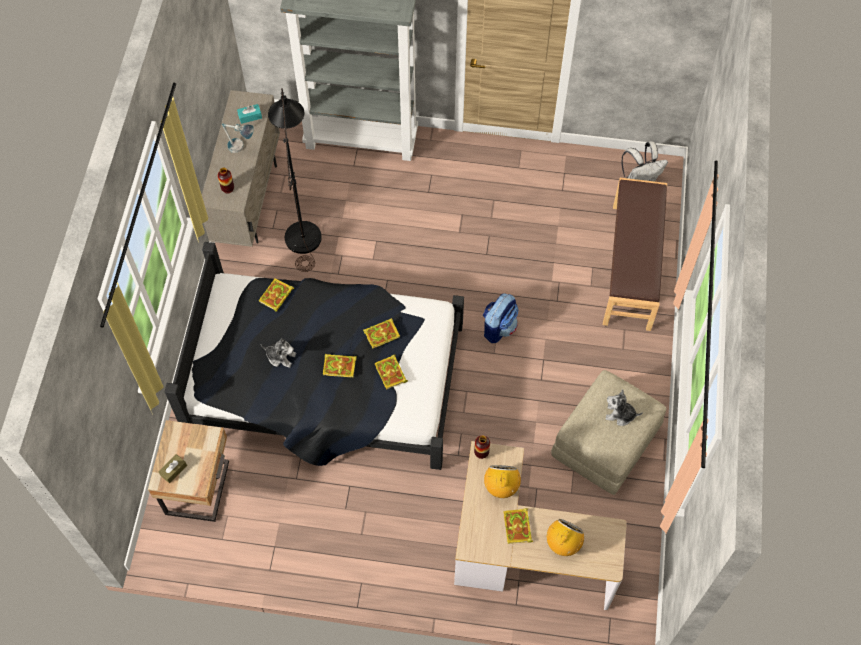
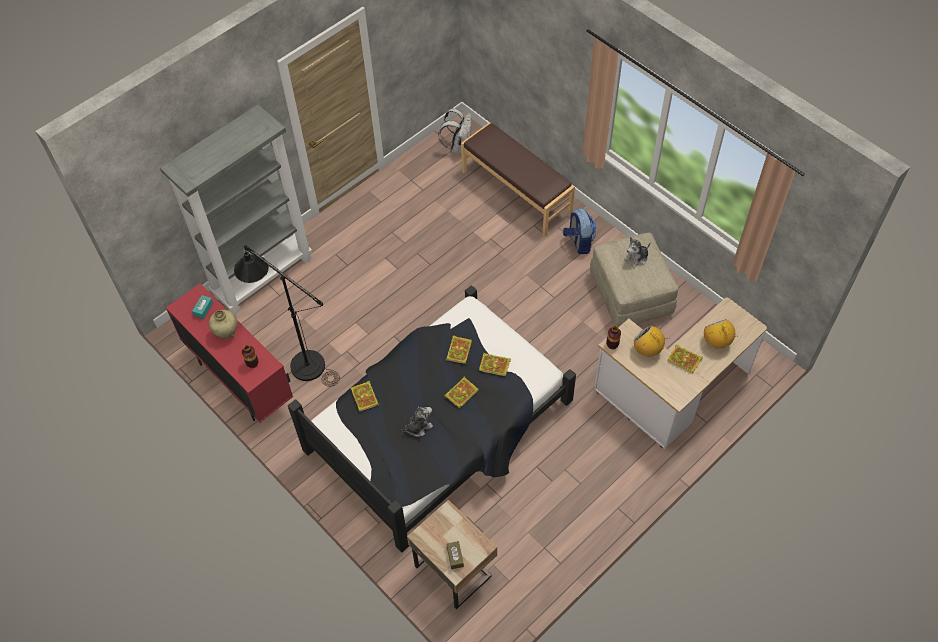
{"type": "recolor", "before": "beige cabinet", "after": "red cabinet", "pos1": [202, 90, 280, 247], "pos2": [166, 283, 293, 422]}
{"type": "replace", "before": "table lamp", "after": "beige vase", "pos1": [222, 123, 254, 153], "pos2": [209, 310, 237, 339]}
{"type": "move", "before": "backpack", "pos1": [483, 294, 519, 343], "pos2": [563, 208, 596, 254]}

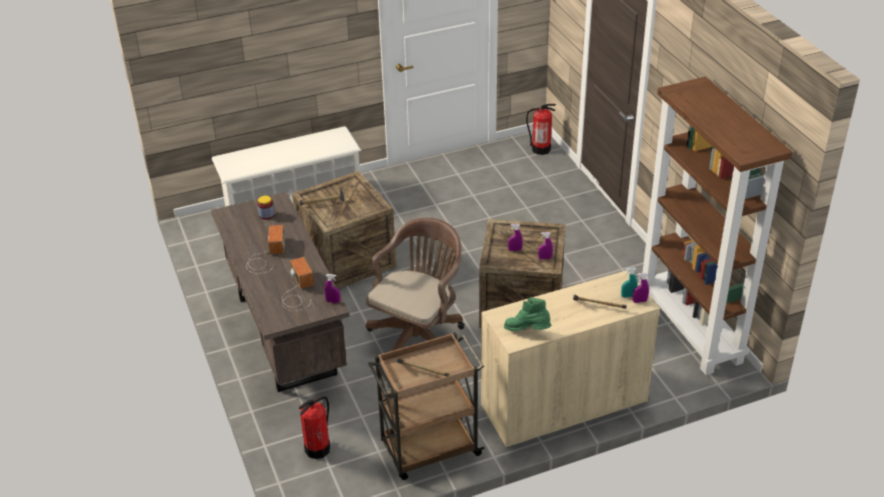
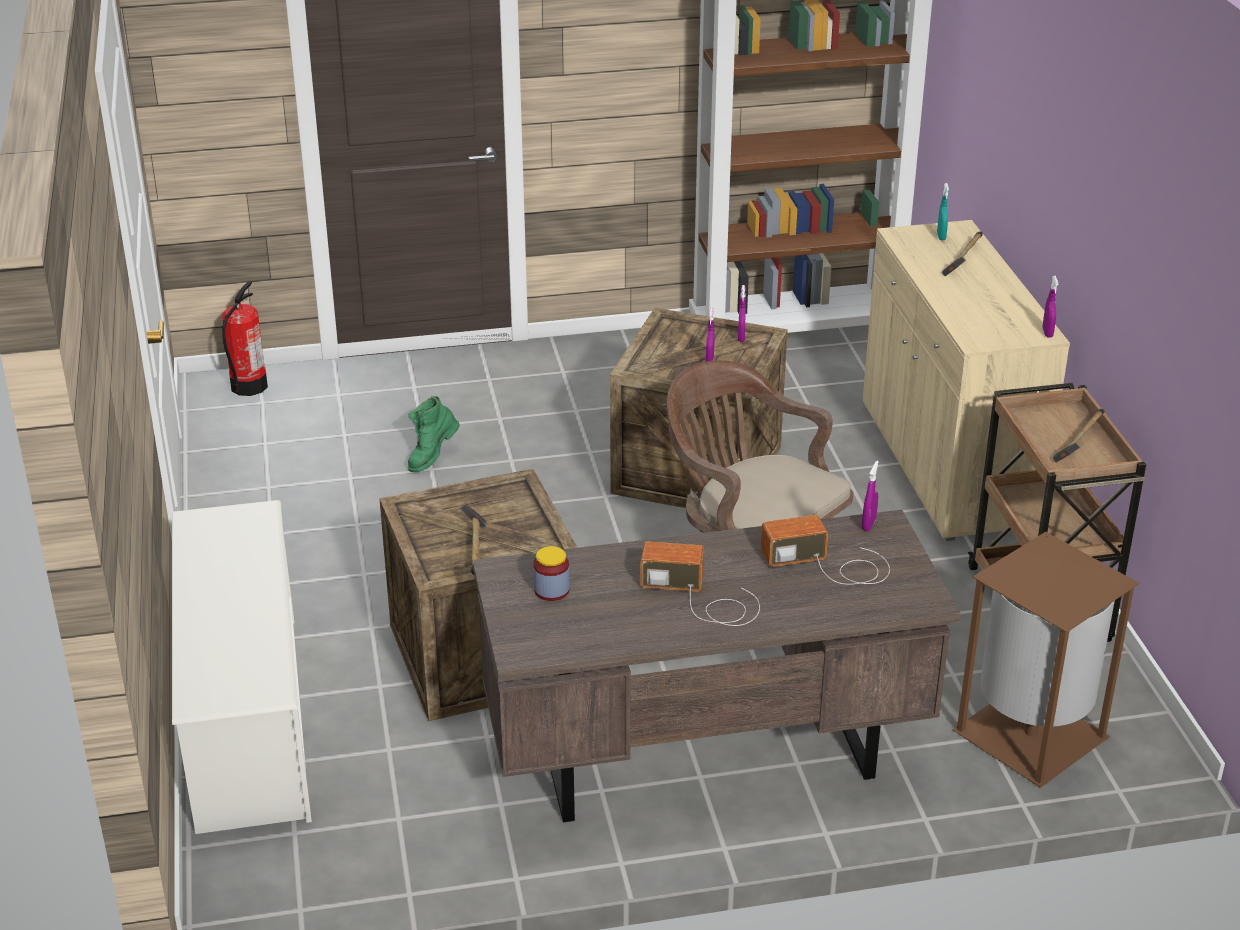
{"type": "replace", "before": "fire extinguisher", "after": "brown trash can", "pos1": [299, 396, 330, 459], "pos2": [952, 532, 1140, 788]}
{"type": "move", "before": "green boot", "pos1": [504, 297, 551, 331], "pos2": [408, 396, 460, 472]}
{"type": "move", "before": "purple spray bottle", "pos1": [633, 273, 649, 303], "pos2": [1043, 276, 1058, 337]}

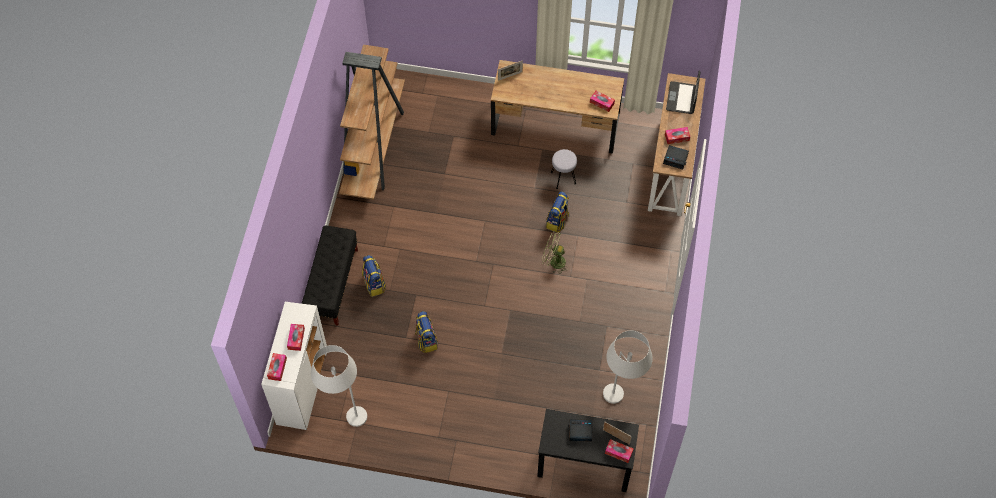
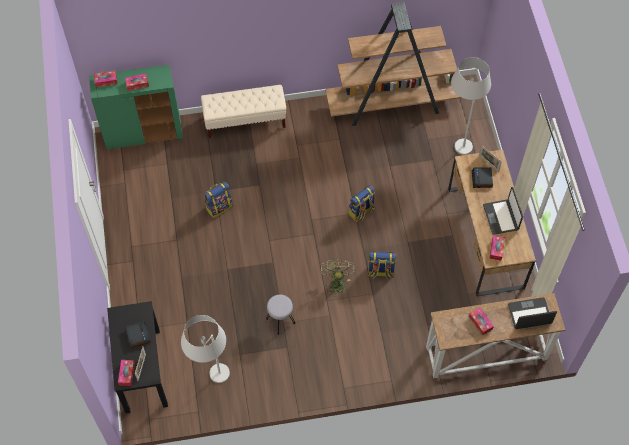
{"type": "recolor", "before": "white cabinet", "after": "green cabinet", "pos1": [261, 302, 327, 430], "pos2": [89, 65, 183, 149]}
{"type": "recolor", "before": "black bench", "after": "beige bench", "pos1": [301, 226, 358, 326], "pos2": [201, 85, 286, 138]}
{"type": "move", "before": "white floor lamp", "pos1": [311, 345, 367, 427], "pos2": [451, 57, 491, 155]}
{"type": "move", "before": "backpack", "pos1": [362, 255, 386, 297], "pos2": [348, 185, 375, 222]}
{"type": "move", "before": "grey stool", "pos1": [551, 149, 577, 189], "pos2": [266, 295, 295, 334]}
{"type": "move", "before": "alarm clock", "pos1": [663, 145, 689, 170], "pos2": [472, 167, 493, 188]}
{"type": "insert", "after": "laptop", "pos2": [483, 187, 523, 235]}

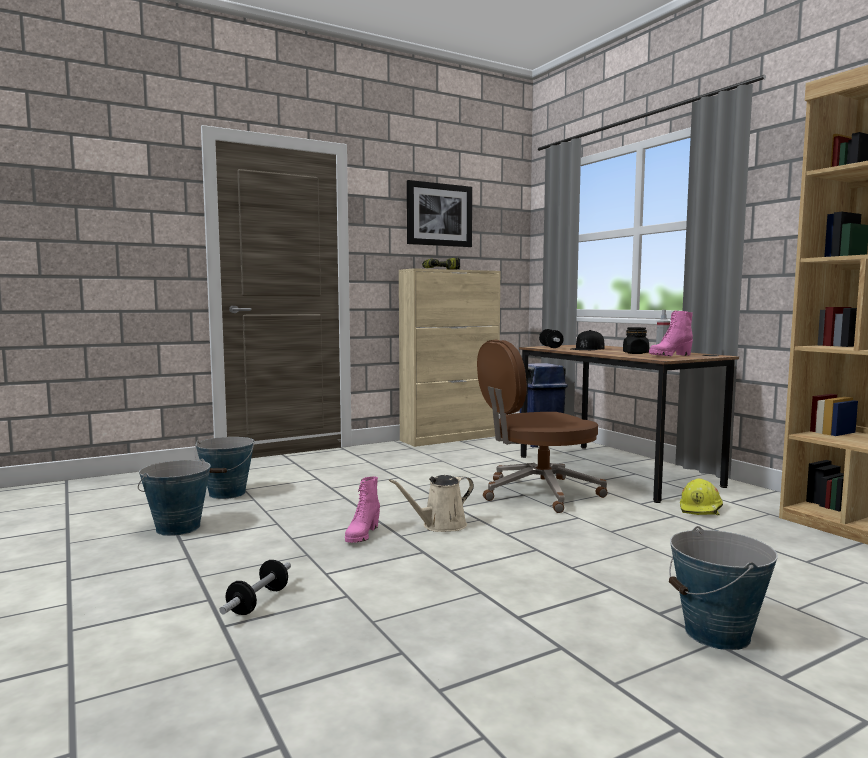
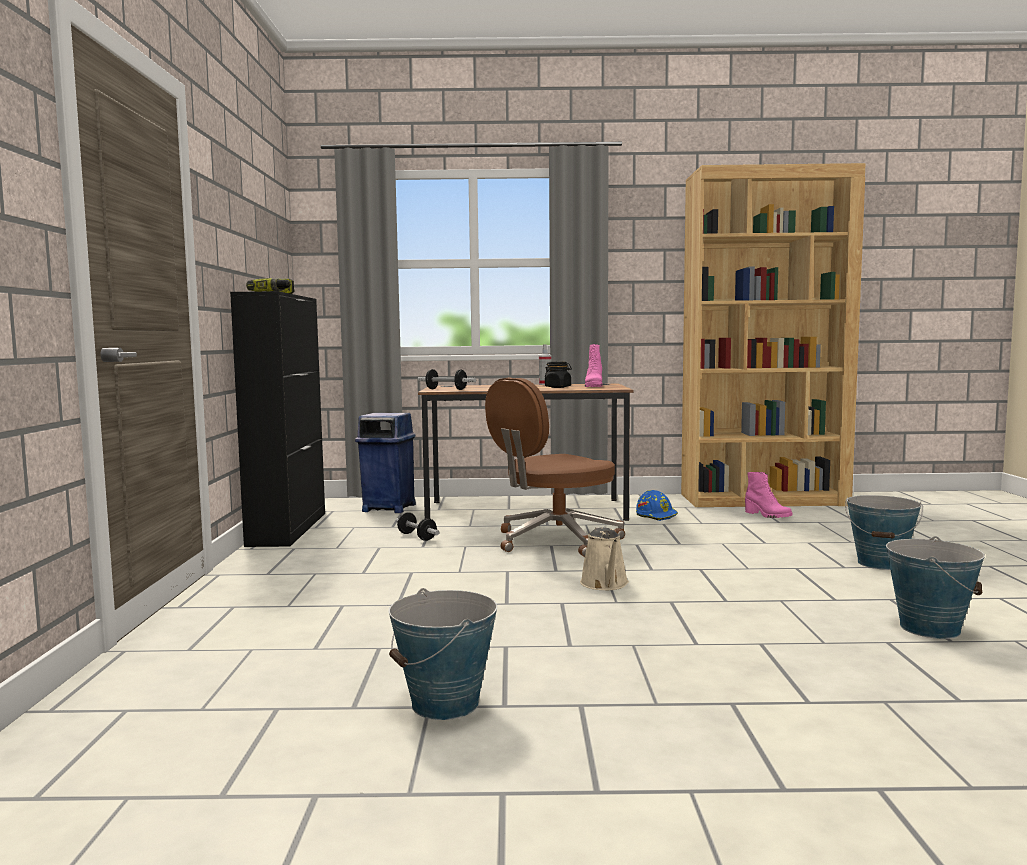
{"type": "move", "before": "bucket", "pos1": [194, 437, 254, 499], "pos2": [886, 536, 985, 639]}
{"type": "move", "before": "dumbbell", "pos1": [219, 560, 291, 615], "pos2": [396, 512, 439, 541]}
{"type": "move", "before": "pink boot", "pos1": [345, 476, 380, 543], "pos2": [745, 472, 792, 518]}
{"type": "recolor", "before": "beige cabinet", "after": "black cabinet", "pos1": [399, 268, 501, 447], "pos2": [230, 291, 325, 547]}
{"type": "delete", "before": "picture", "pos1": [407, 180, 472, 247]}
{"type": "rotate", "before": "brown office chair", "pos1": [477, 339, 608, 513], "pos2": [485, 377, 625, 557], "turn": 45}
{"type": "delete", "before": "black cap", "pos1": [571, 330, 605, 350]}
{"type": "recolor", "before": "yellow hard hat", "after": "blue hard hat", "pos1": [680, 478, 723, 515], "pos2": [636, 490, 678, 521]}

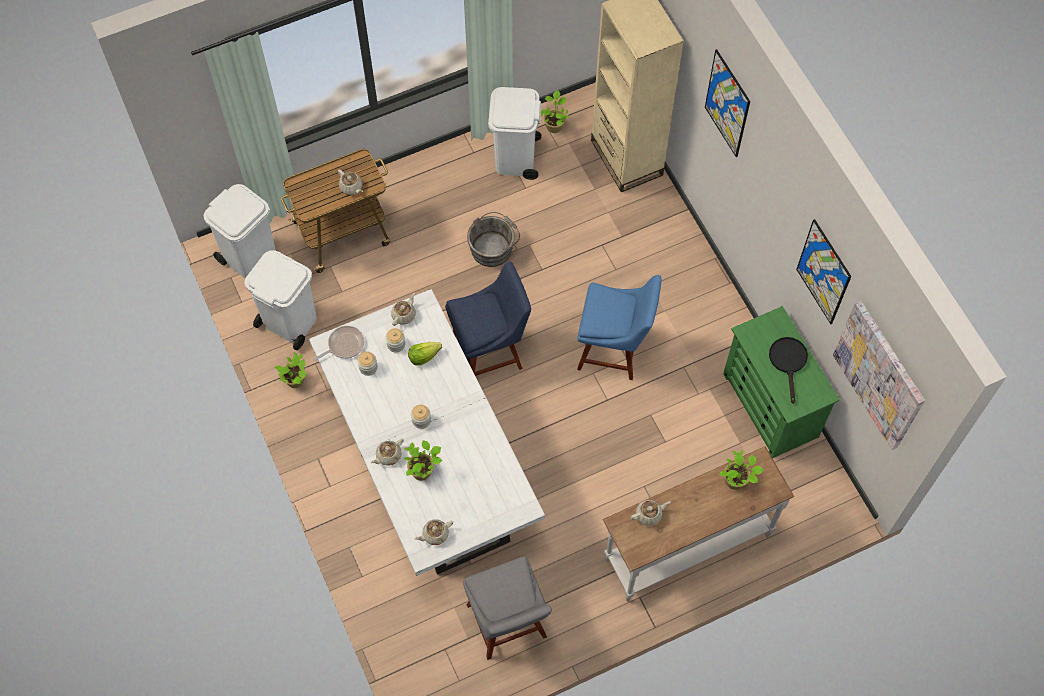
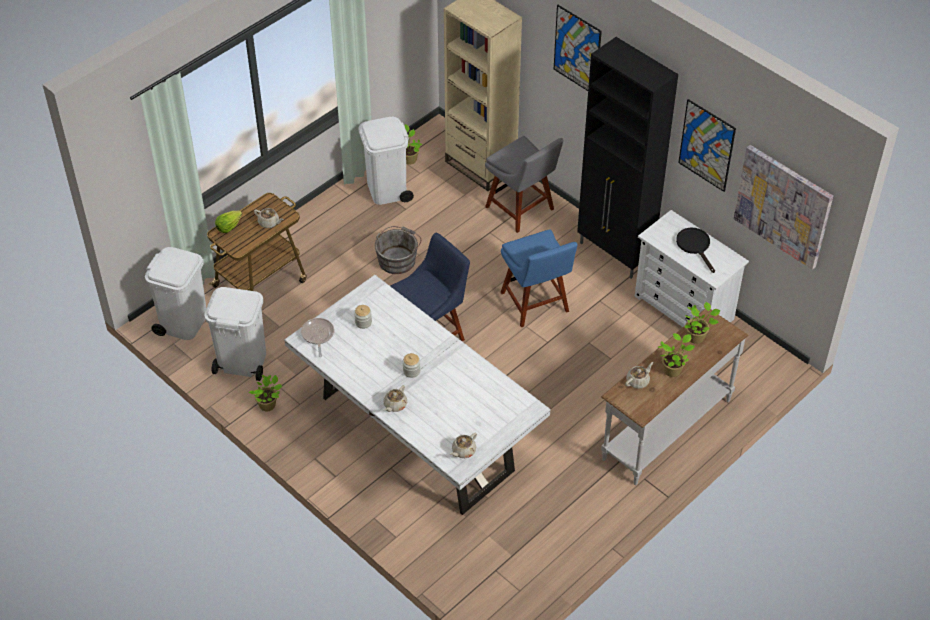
{"type": "rotate", "before": "frying pan", "pos1": [313, 326, 364, 361], "pos2": [301, 318, 334, 357], "turn": -45}
{"type": "delete", "before": "jar", "pos1": [357, 352, 378, 376]}
{"type": "delete", "before": "beige teapot", "pos1": [391, 293, 416, 326]}
{"type": "move", "before": "potted plant", "pos1": [404, 440, 442, 481], "pos2": [658, 333, 695, 377]}
{"type": "move", "before": "lettuce", "pos1": [408, 342, 442, 366], "pos2": [215, 211, 242, 233]}
{"type": "move", "before": "grey chair", "pos1": [463, 556, 552, 660], "pos2": [485, 136, 563, 233]}
{"type": "rotate", "before": "blue chair", "pos1": [577, 275, 661, 380], "pos2": [501, 229, 577, 327], "turn": 75}
{"type": "recolor", "before": "green dresser", "after": "white dresser", "pos1": [723, 306, 840, 458], "pos2": [635, 210, 749, 327]}
{"type": "insert", "after": "black cabinet", "pos2": [577, 37, 678, 279]}

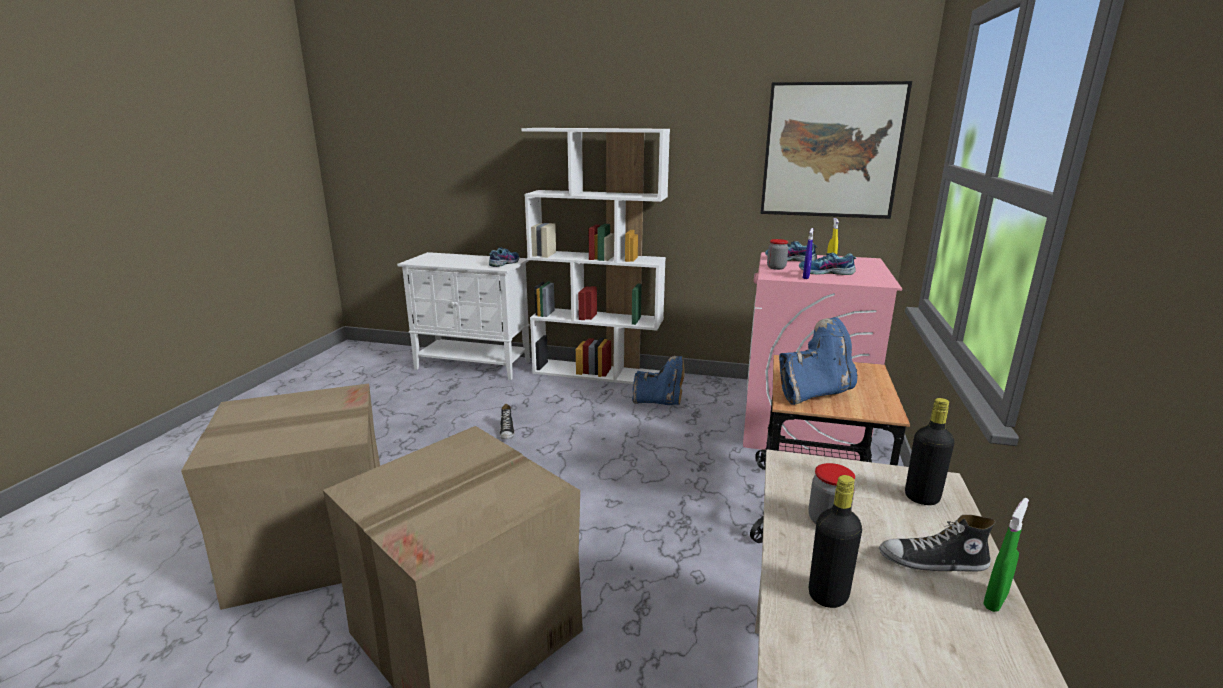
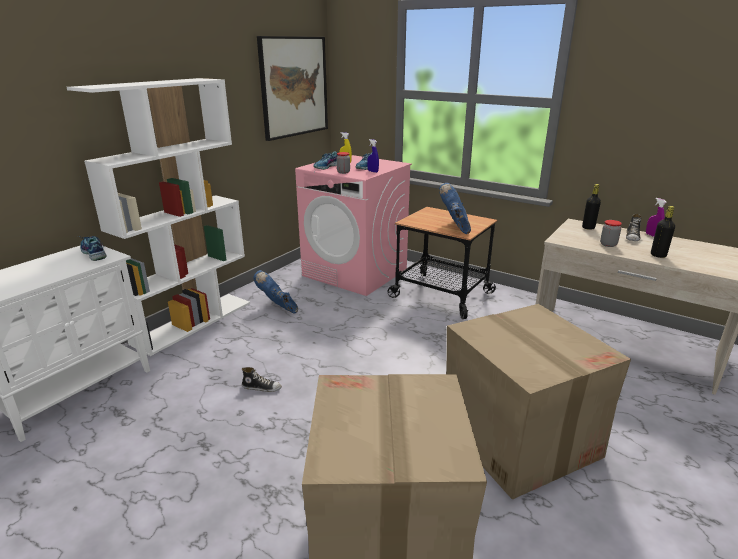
{"type": "rotate", "before": "blue boot", "pos1": [632, 356, 685, 405], "pos2": [253, 270, 298, 314], "turn": -75}
{"type": "recolor", "before": "green spray bottle", "after": "purple spray bottle", "pos1": [983, 498, 1029, 612], "pos2": [646, 198, 667, 237]}

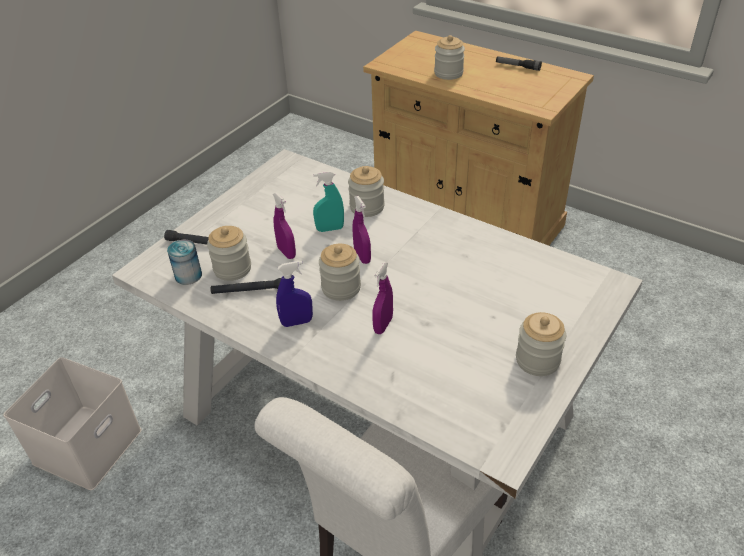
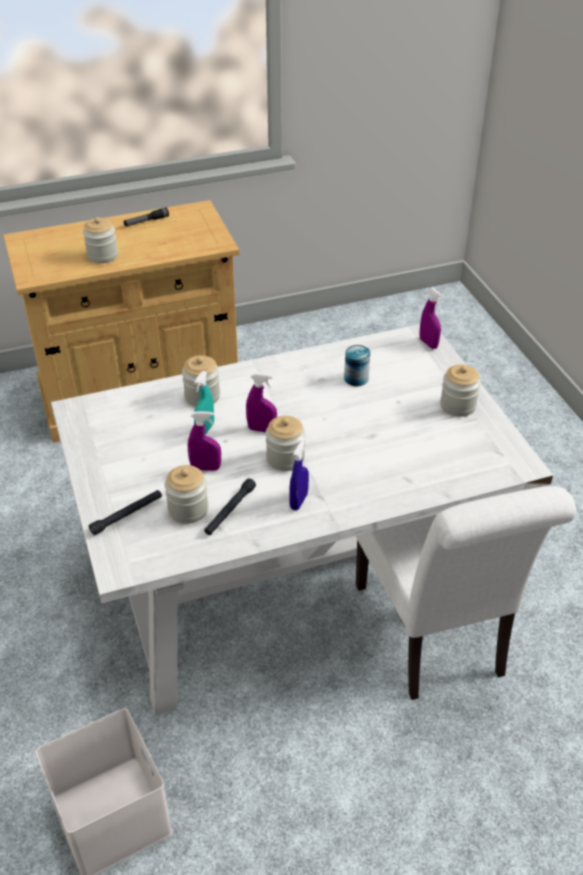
{"type": "move", "before": "can", "pos1": [167, 240, 202, 285], "pos2": [344, 345, 370, 386]}
{"type": "move", "before": "purple spray bottle", "pos1": [372, 262, 393, 334], "pos2": [419, 287, 442, 349]}

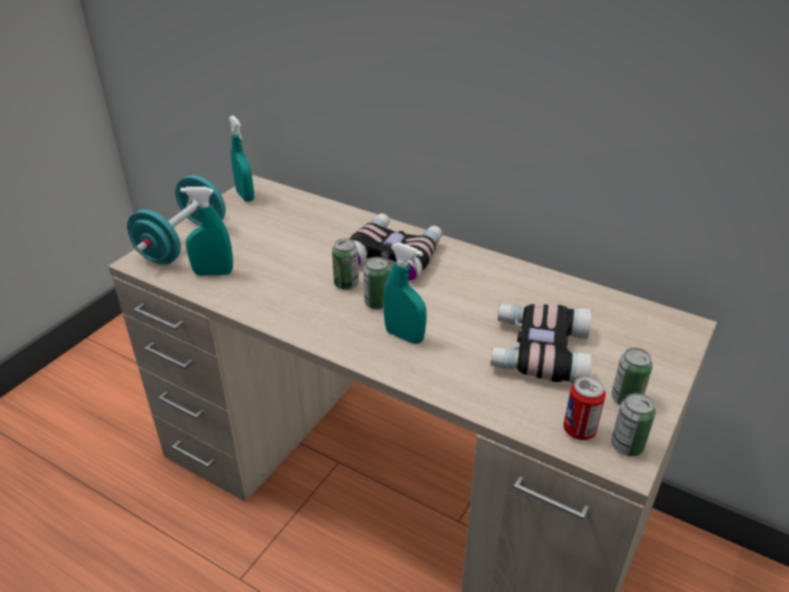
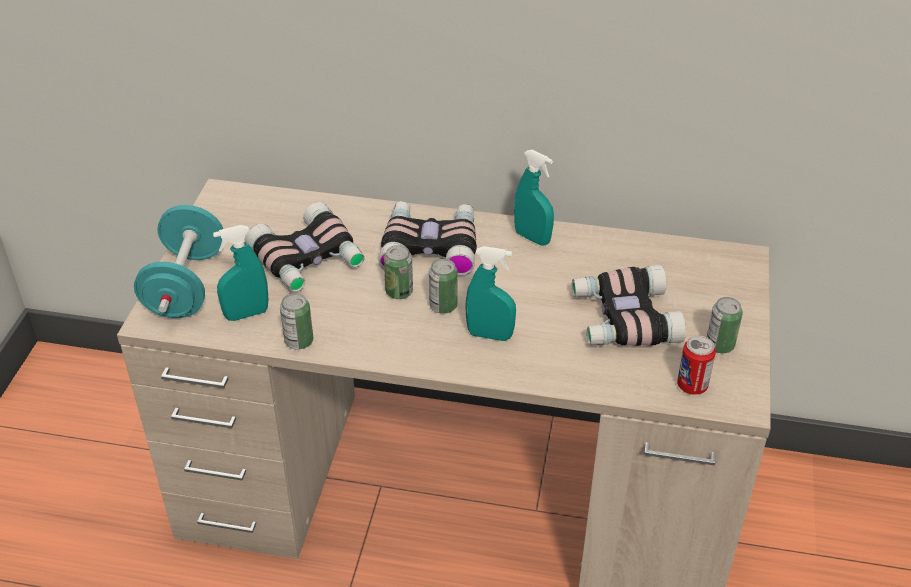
{"type": "move", "before": "turquoise spray bottle", "pos1": [229, 115, 254, 202], "pos2": [514, 150, 554, 245]}
{"type": "move", "before": "can", "pos1": [611, 393, 656, 456], "pos2": [280, 293, 313, 349]}
{"type": "insert", "after": "binoculars", "pos2": [245, 202, 365, 292]}

